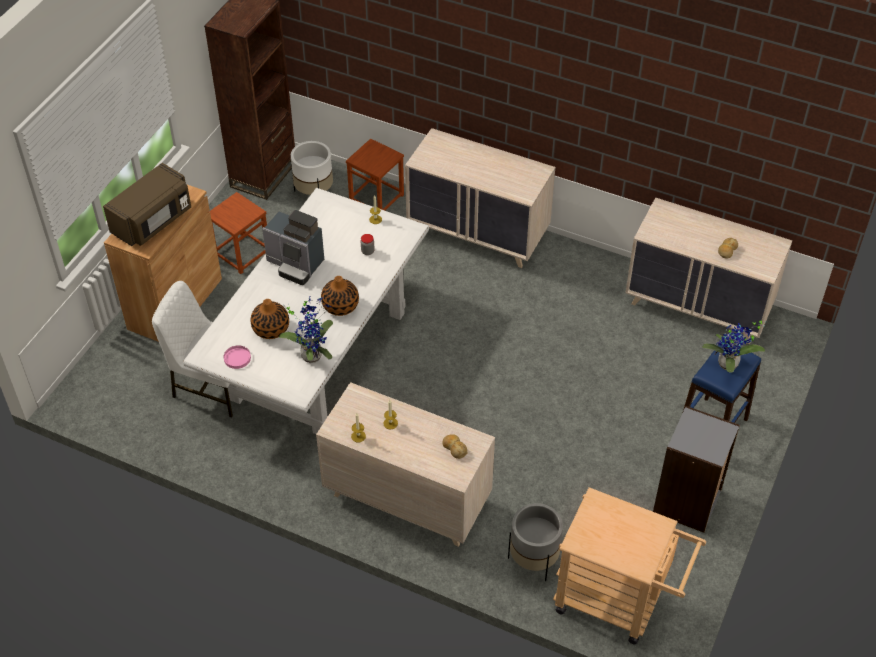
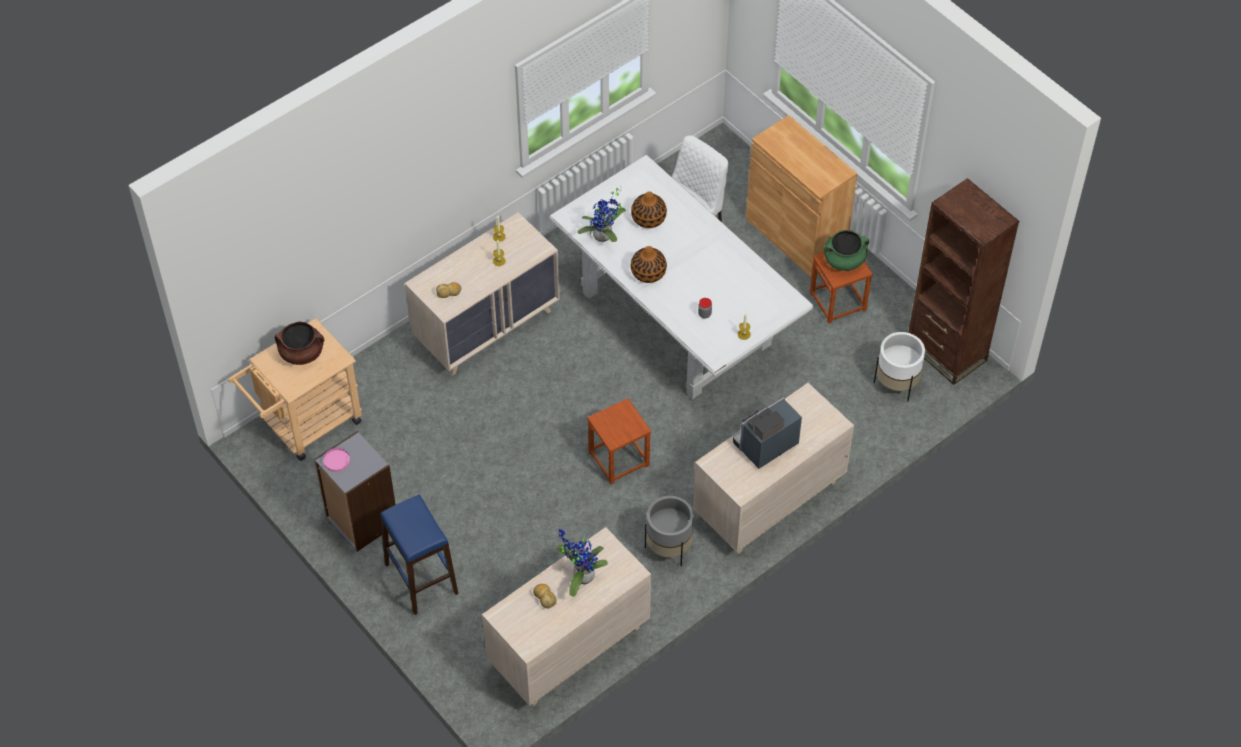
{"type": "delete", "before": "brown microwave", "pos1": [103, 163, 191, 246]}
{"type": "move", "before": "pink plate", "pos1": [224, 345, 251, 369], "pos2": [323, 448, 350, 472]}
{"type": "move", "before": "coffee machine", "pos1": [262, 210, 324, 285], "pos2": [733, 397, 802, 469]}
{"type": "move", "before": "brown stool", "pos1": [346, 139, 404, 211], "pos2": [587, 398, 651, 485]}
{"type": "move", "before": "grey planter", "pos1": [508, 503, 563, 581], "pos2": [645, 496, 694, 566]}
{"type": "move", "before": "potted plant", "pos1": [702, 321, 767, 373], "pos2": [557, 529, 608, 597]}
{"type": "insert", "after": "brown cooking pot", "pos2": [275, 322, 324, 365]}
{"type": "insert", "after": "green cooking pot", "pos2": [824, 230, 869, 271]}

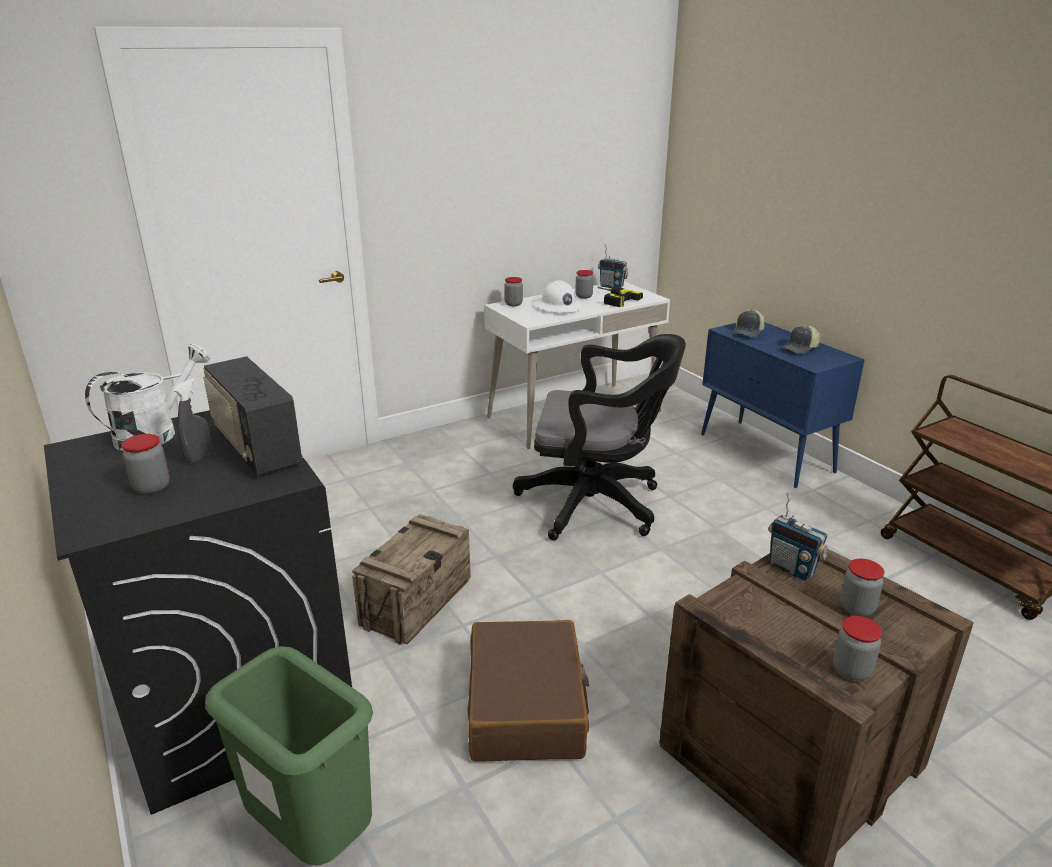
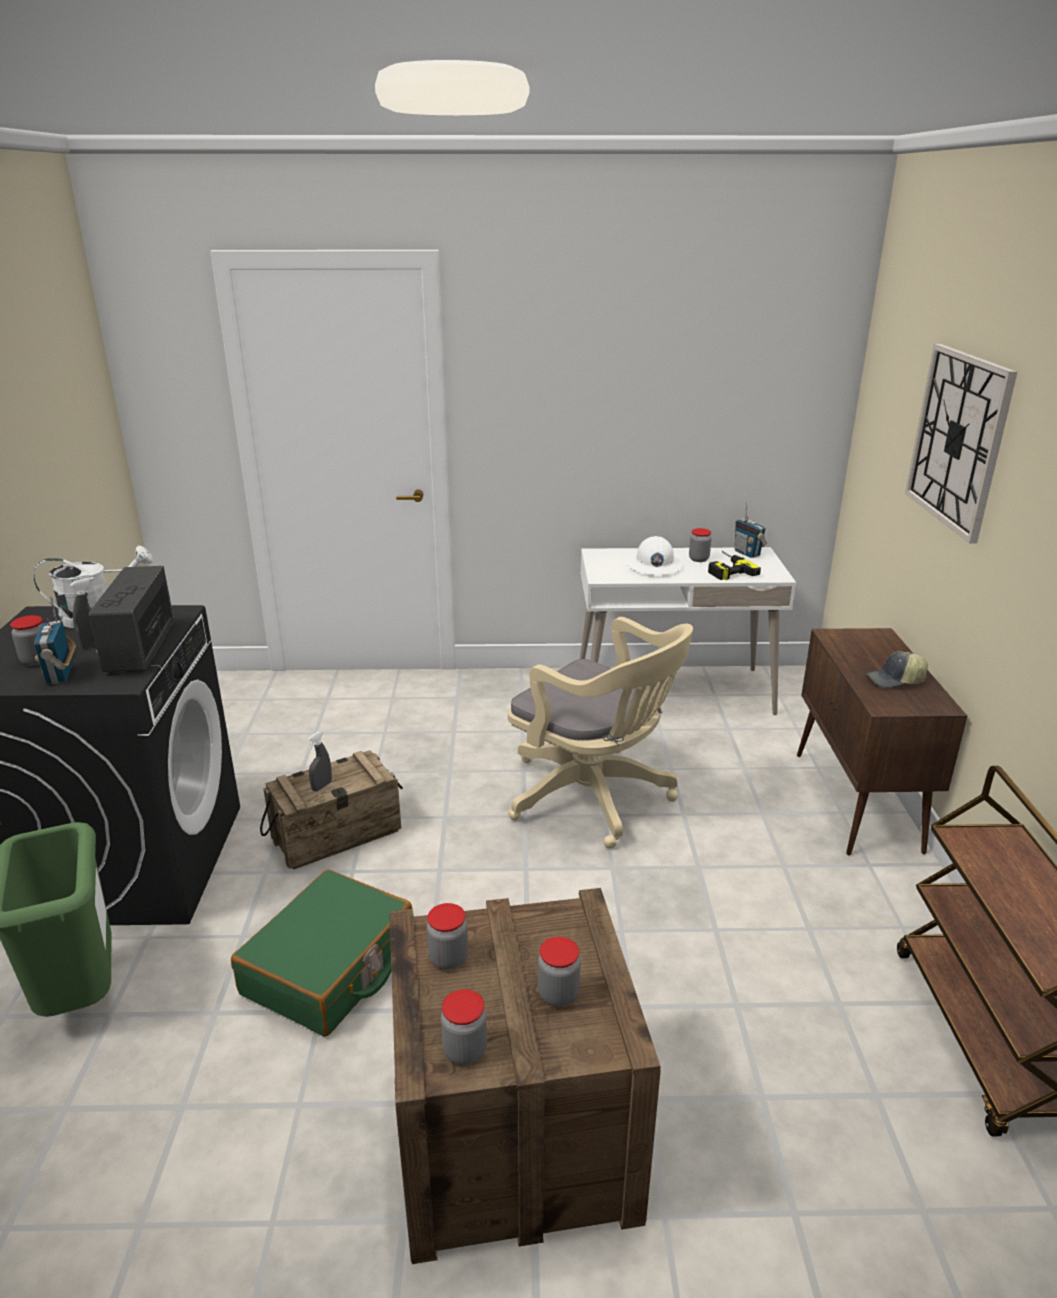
{"type": "recolor", "before": "brown suitcase", "after": "green suitcase", "pos1": [467, 620, 589, 762], "pos2": [231, 869, 412, 1037]}
{"type": "move", "before": "jar", "pos1": [505, 277, 523, 306], "pos2": [427, 903, 468, 970]}
{"type": "recolor", "before": "black office chair", "after": "beige office chair", "pos1": [513, 334, 686, 541], "pos2": [508, 617, 693, 848]}
{"type": "recolor", "before": "blue cabinet", "after": "brown cabinet", "pos1": [701, 322, 865, 488], "pos2": [797, 628, 967, 855]}
{"type": "delete", "before": "cap", "pos1": [732, 309, 765, 337]}
{"type": "move", "before": "radio", "pos1": [768, 493, 828, 581], "pos2": [34, 597, 76, 684]}
{"type": "insert", "after": "grey spray bottle", "pos2": [307, 732, 332, 791]}
{"type": "insert", "after": "wall clock", "pos2": [905, 344, 1017, 543]}

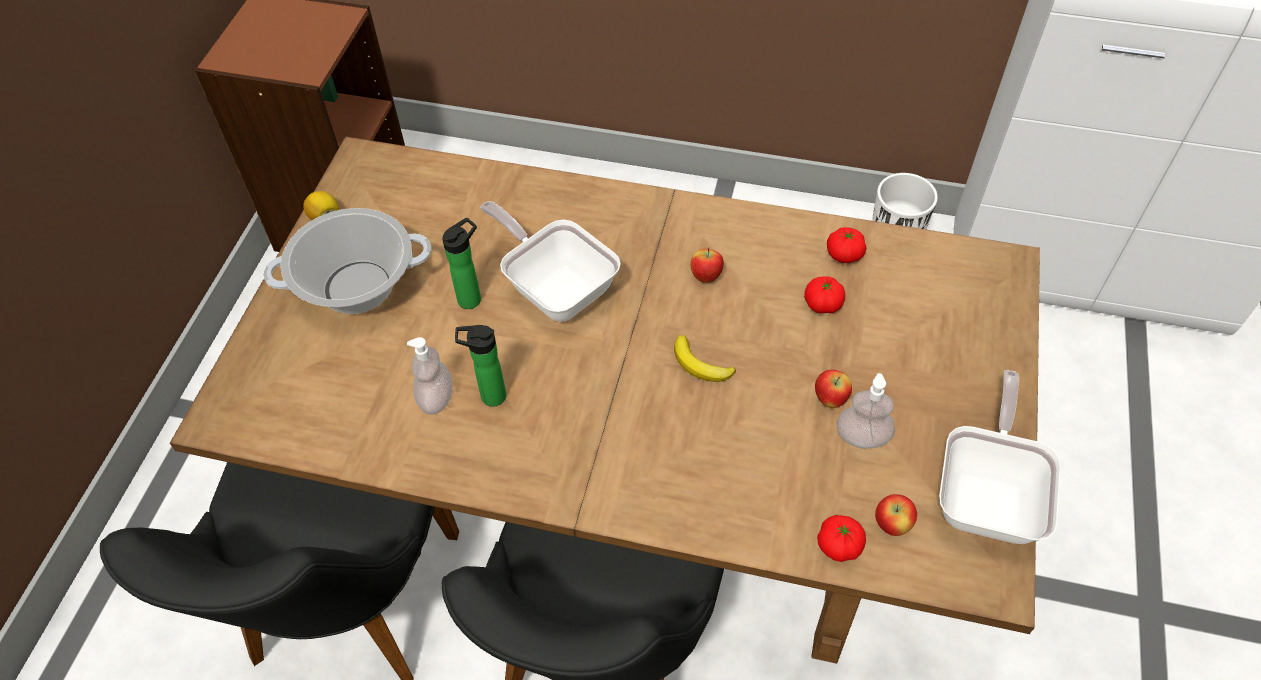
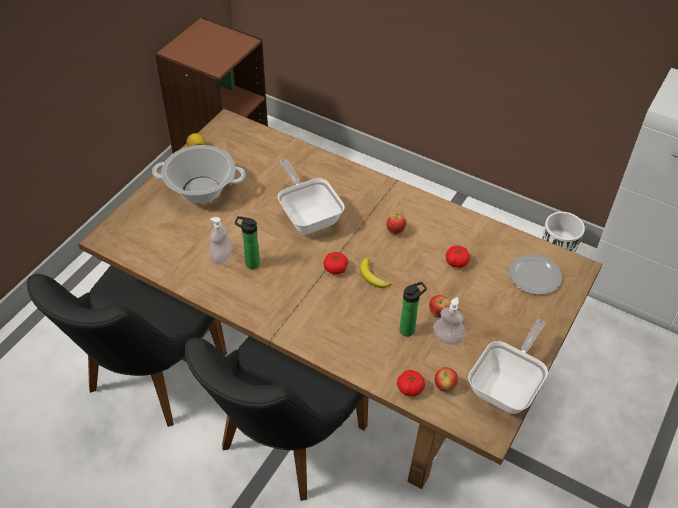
{"type": "move", "before": "bottle", "pos1": [442, 218, 481, 309], "pos2": [400, 282, 427, 336]}
{"type": "move", "before": "tomato", "pos1": [827, 227, 866, 263], "pos2": [323, 252, 348, 274]}
{"type": "insert", "after": "plate", "pos2": [509, 254, 562, 295]}

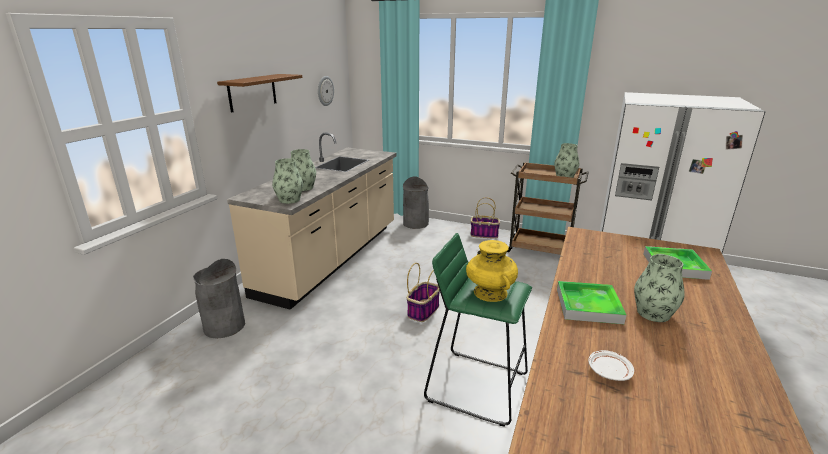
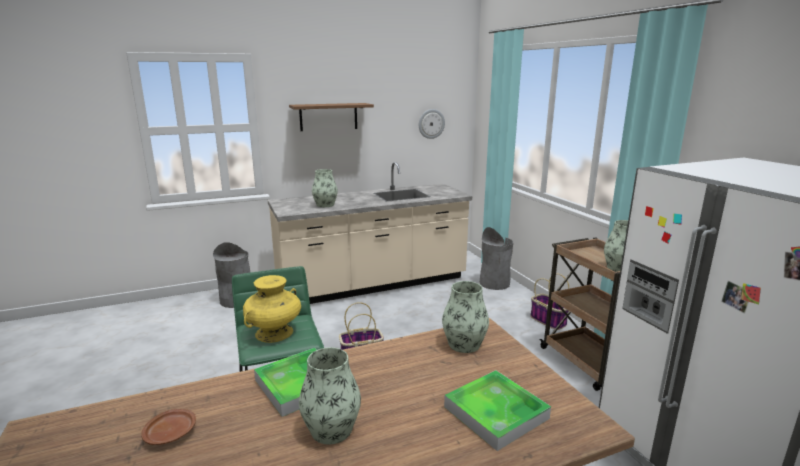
{"type": "move", "before": "vase", "pos1": [272, 158, 303, 204], "pos2": [442, 281, 489, 353]}
{"type": "recolor", "before": "white plate", "after": "brown plate", "pos1": [588, 350, 634, 381], "pos2": [141, 409, 196, 445]}

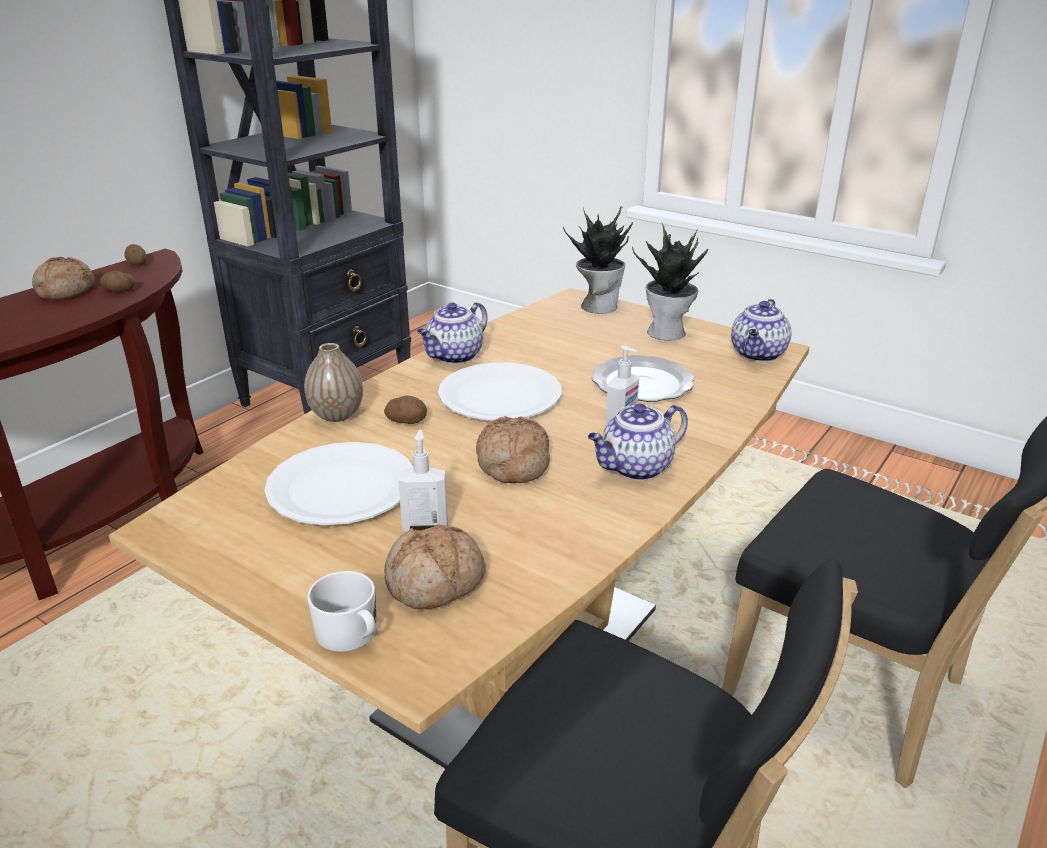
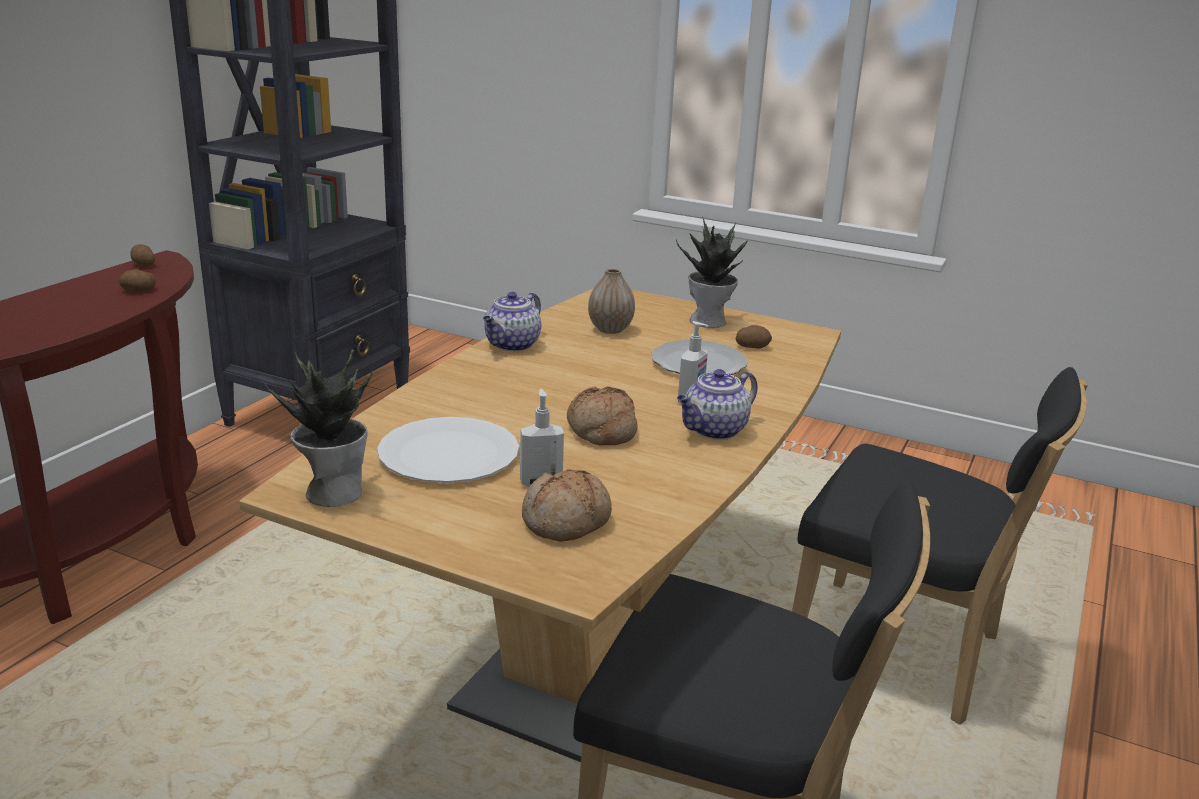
{"type": "delete", "before": "bread", "pos1": [32, 257, 94, 300]}
{"type": "move", "before": "vase", "pos1": [304, 343, 363, 422], "pos2": [588, 268, 635, 334]}
{"type": "delete", "before": "white mug", "pos1": [307, 571, 377, 652]}
{"type": "move", "before": "potato", "pos1": [384, 395, 427, 424], "pos2": [736, 325, 772, 349]}
{"type": "delete", "before": "white plate", "pos1": [438, 362, 562, 420]}
{"type": "move", "before": "potted plant", "pos1": [563, 206, 633, 314], "pos2": [263, 349, 372, 507]}
{"type": "delete", "before": "teapot", "pos1": [731, 299, 792, 362]}

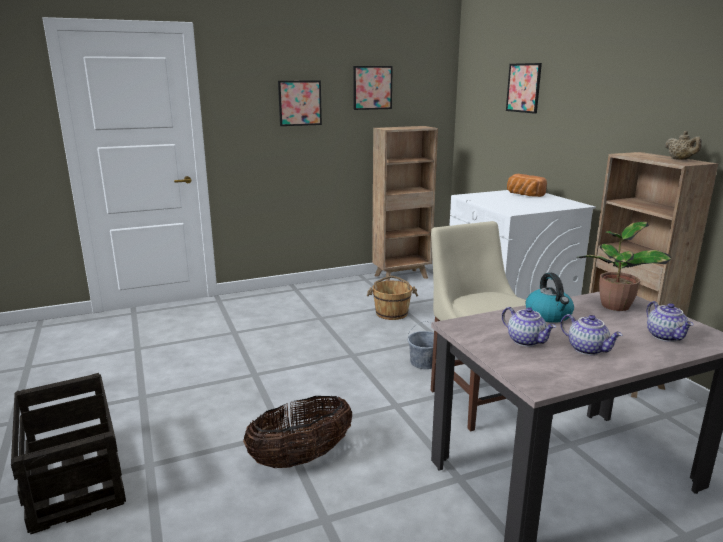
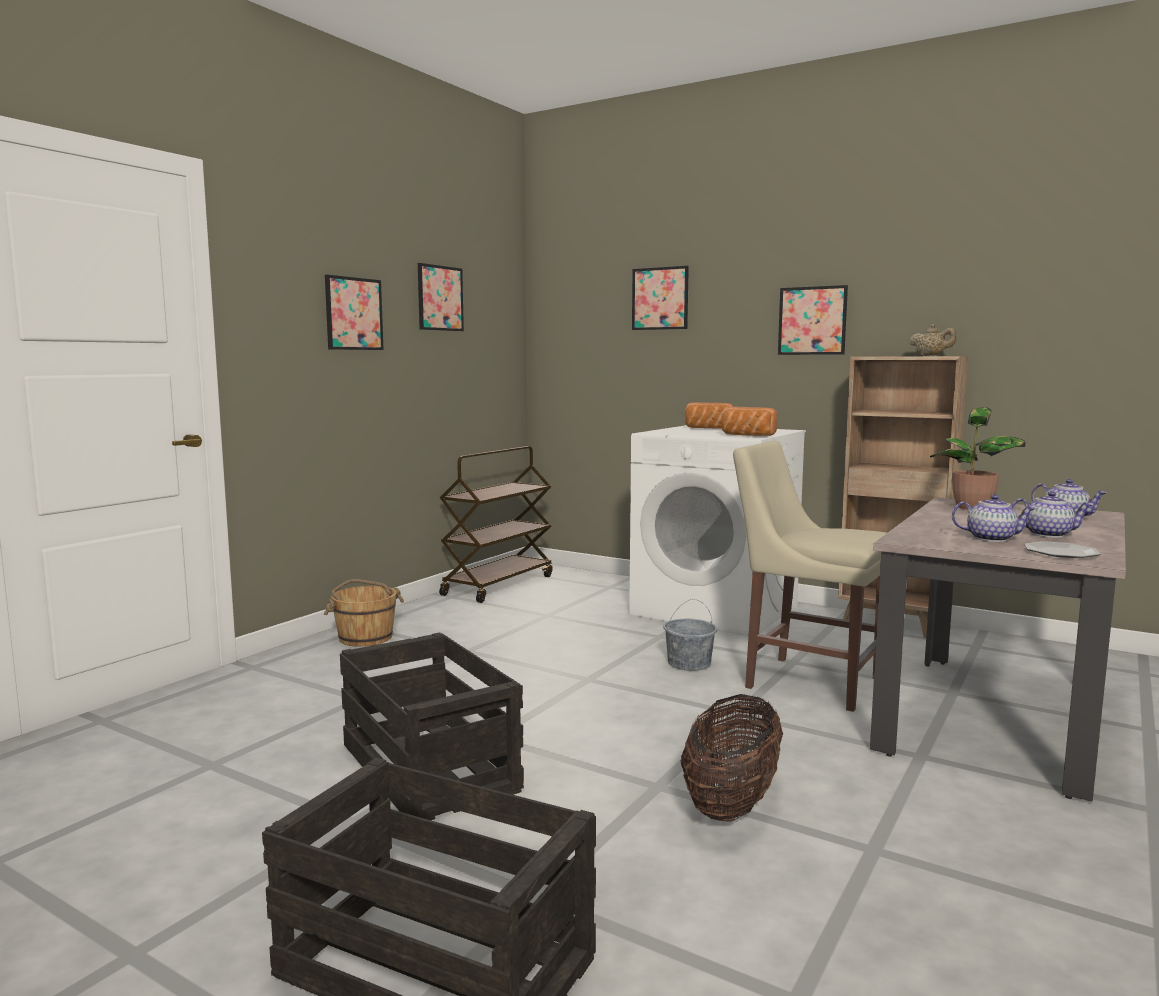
{"type": "move", "before": "brown bucket", "pos1": [367, 276, 418, 320], "pos2": [324, 579, 404, 647]}
{"type": "replace", "before": "brown bookcase", "after": "brown cart", "pos1": [372, 126, 438, 281], "pos2": [439, 446, 553, 603]}
{"type": "delete", "before": "kettle", "pos1": [526, 273, 574, 323]}
{"type": "insert", "after": "crate", "pos2": [340, 632, 524, 820]}
{"type": "insert", "after": "bread", "pos2": [722, 407, 778, 436]}
{"type": "insert", "after": "picture", "pos2": [778, 285, 848, 355]}
{"type": "insert", "after": "plate", "pos2": [1025, 541, 1100, 558]}

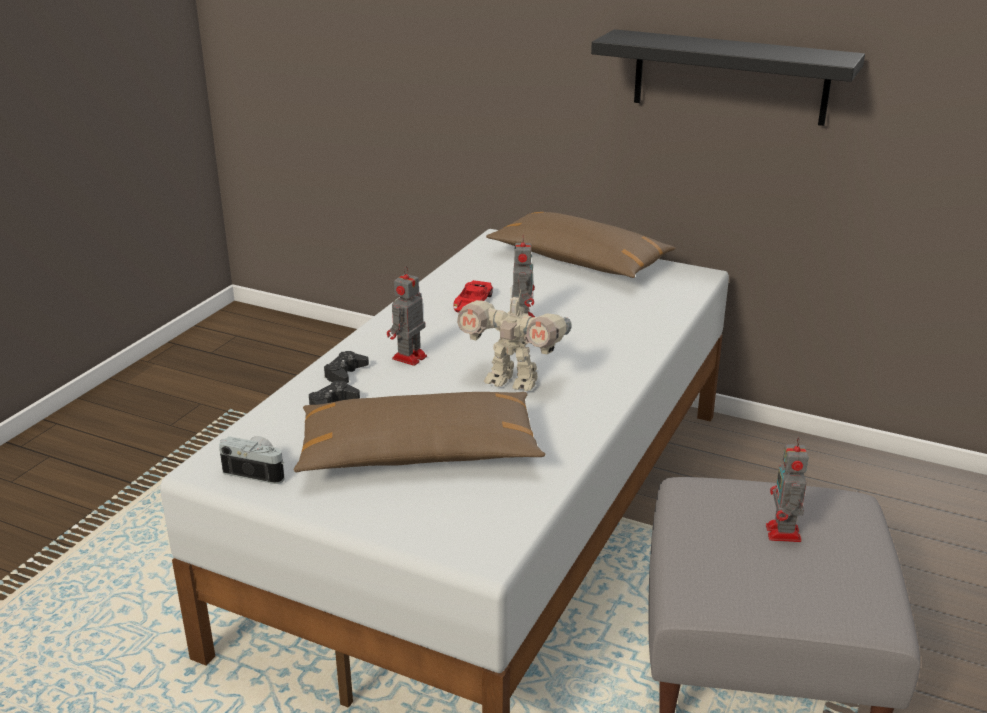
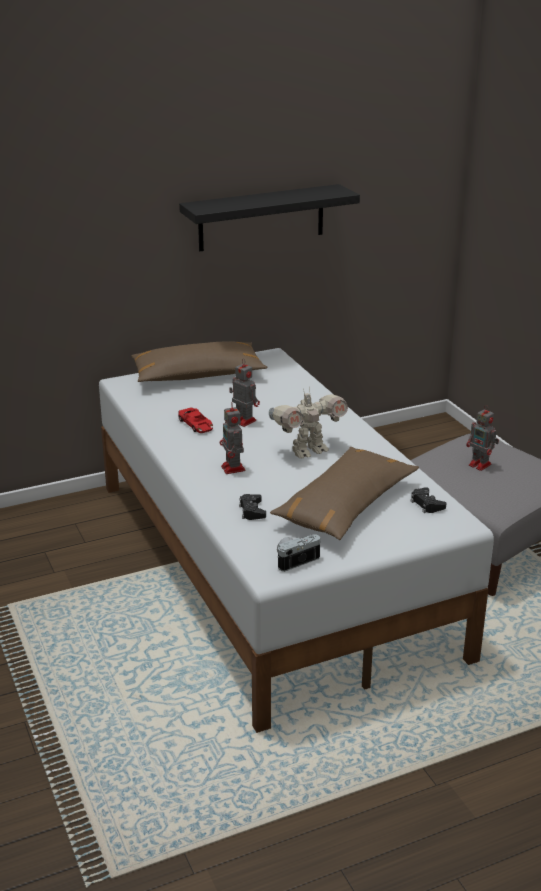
{"type": "move", "before": "black game controller", "pos1": [324, 351, 369, 383], "pos2": [411, 487, 446, 513]}

